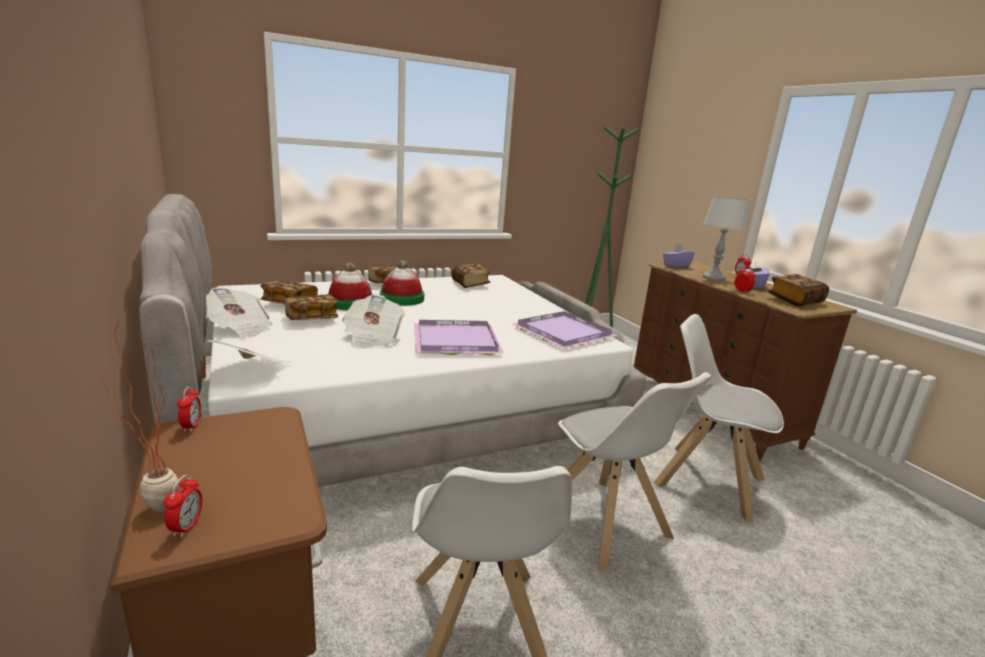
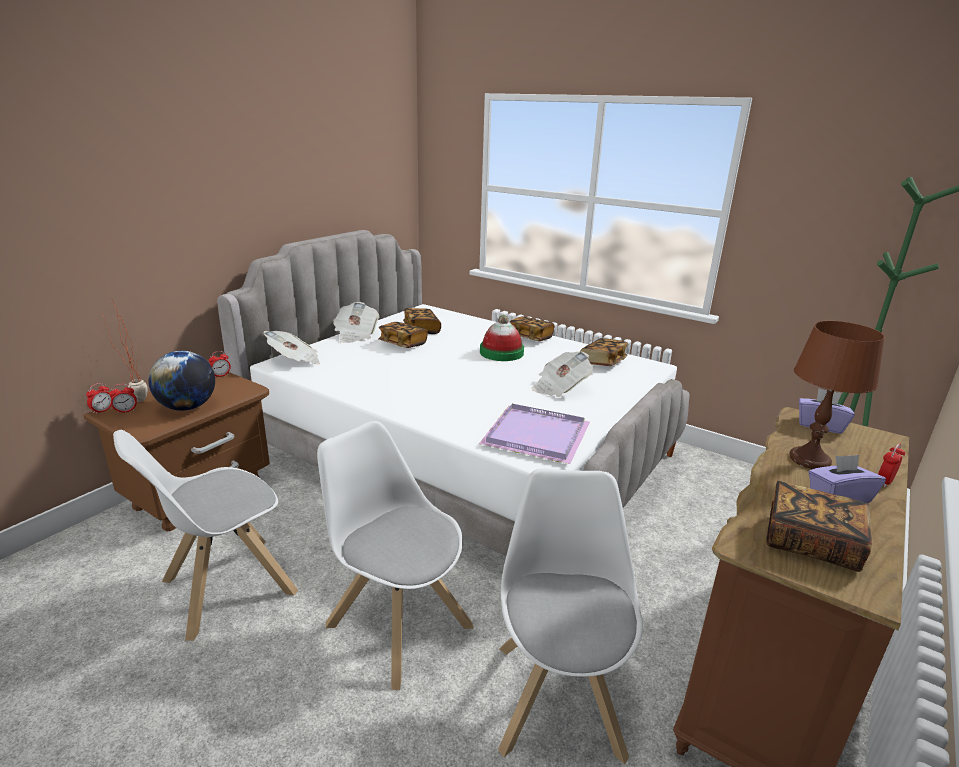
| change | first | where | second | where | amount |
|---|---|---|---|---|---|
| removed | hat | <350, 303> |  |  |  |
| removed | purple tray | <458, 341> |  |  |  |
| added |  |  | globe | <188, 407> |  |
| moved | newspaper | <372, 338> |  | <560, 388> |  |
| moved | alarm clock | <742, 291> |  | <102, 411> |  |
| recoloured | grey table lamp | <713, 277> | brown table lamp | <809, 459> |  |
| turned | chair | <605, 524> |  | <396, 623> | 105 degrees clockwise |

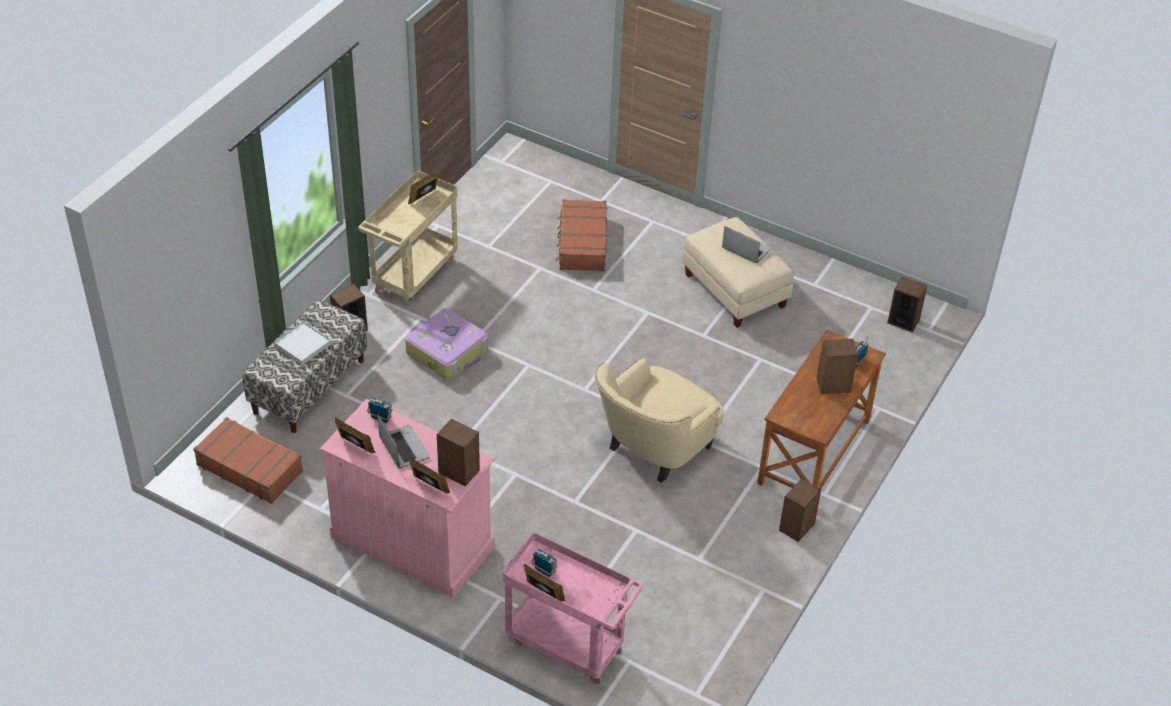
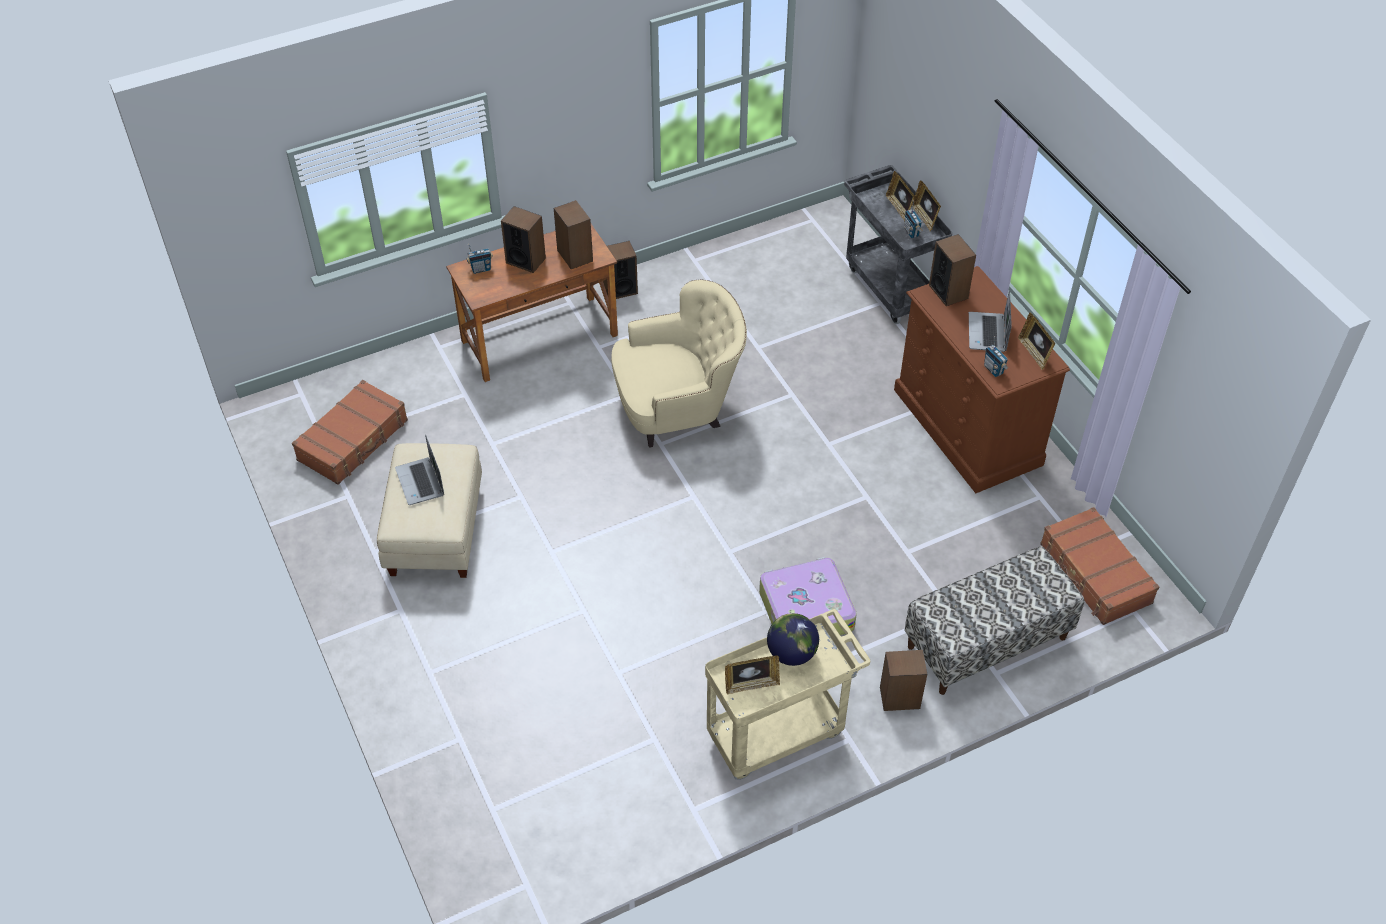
| change | first | where | second | where | amount |
|---|---|---|---|---|---|
| removed | white tray | <302, 345> |  |  |  |
| added |  |  | globe | <791, 653> |  |
| moved | picture frame | <429, 487> |  | <899, 208> |  |
| moved | brown suitcase | <582, 243> |  | <354, 440> |  |
| moved | speaker | <903, 321> |  | <574, 256> |  |
| recoloured | pink dresser | <412, 541> | brown dresser | <967, 427> |  |
| recoloured | pink cart | <569, 649> | grey cart | <887, 287> |  |

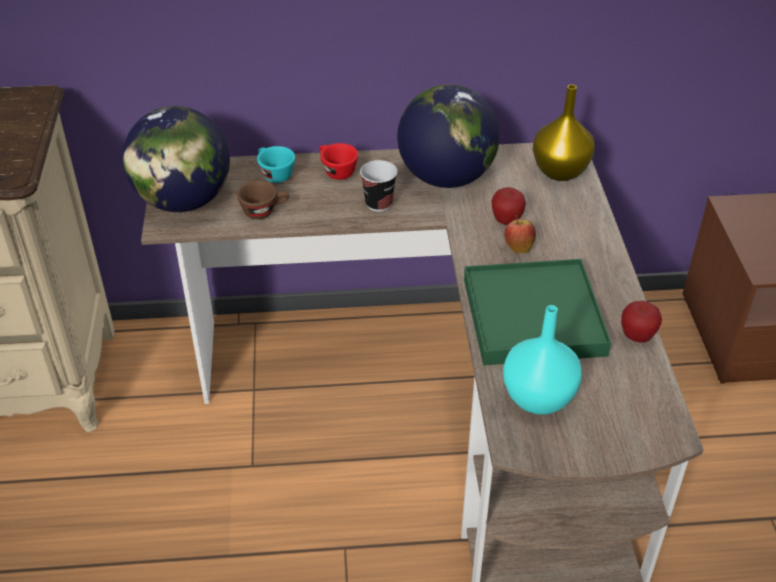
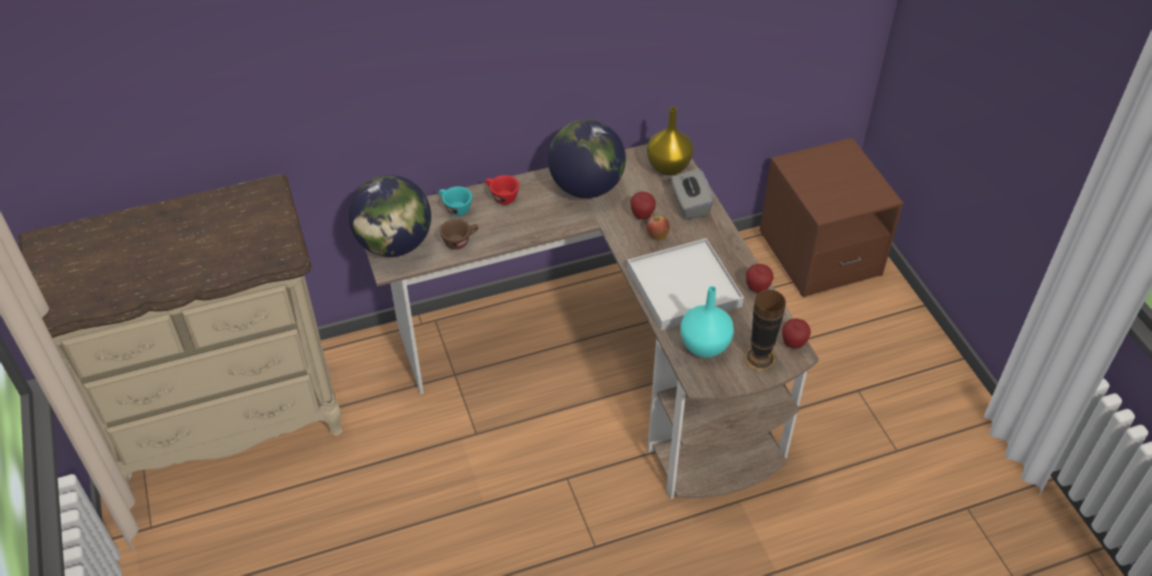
| change | first | where | second | where | amount |
|---|---|---|---|---|---|
| removed | cup | <379, 203> |  |  |  |
| added |  |  | grey tissue box | <690, 205> |  |
| added |  |  | vase | <759, 358> |  |
| added |  |  | apple | <793, 344> |  |
| recoloured | green tray | <533, 317> | white tray | <684, 287> |  |

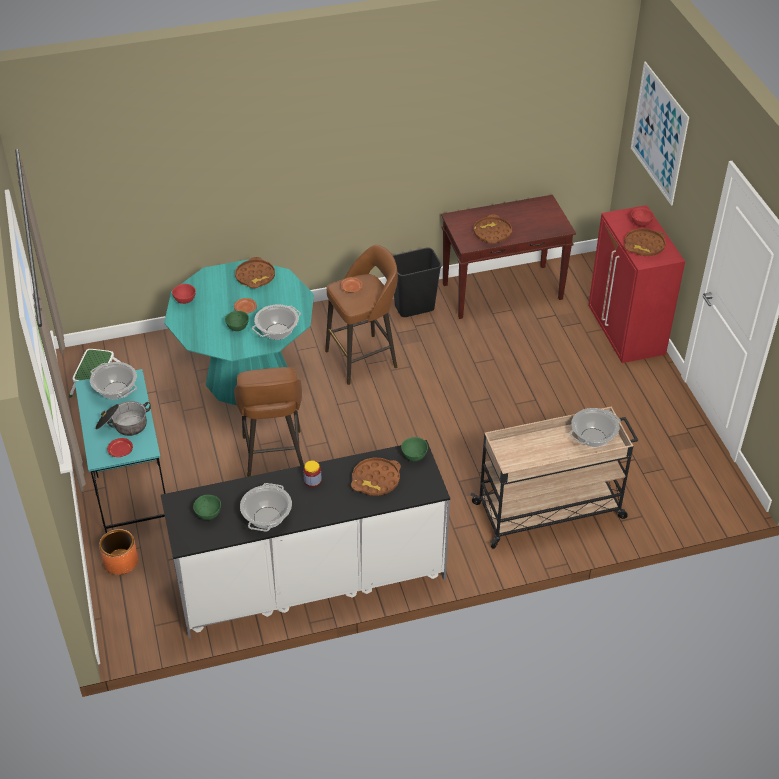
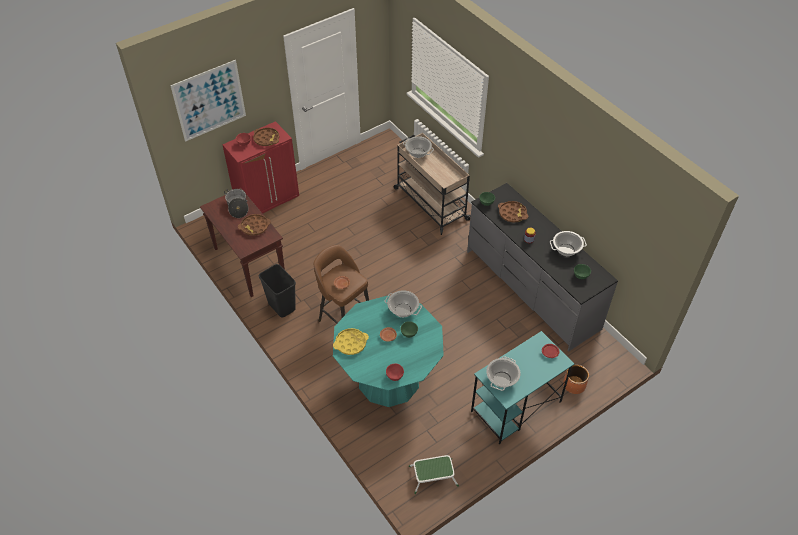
| change | first | where | second | where | amount |
|---|---|---|---|---|---|
| removed | brown stool | <274, 457> |  |  |  |
| moved | cooking pot | <123, 425> |  | <237, 207> |  |
| recoloured | brown tray | <255, 276> | yellow tray | <350, 343> |  |

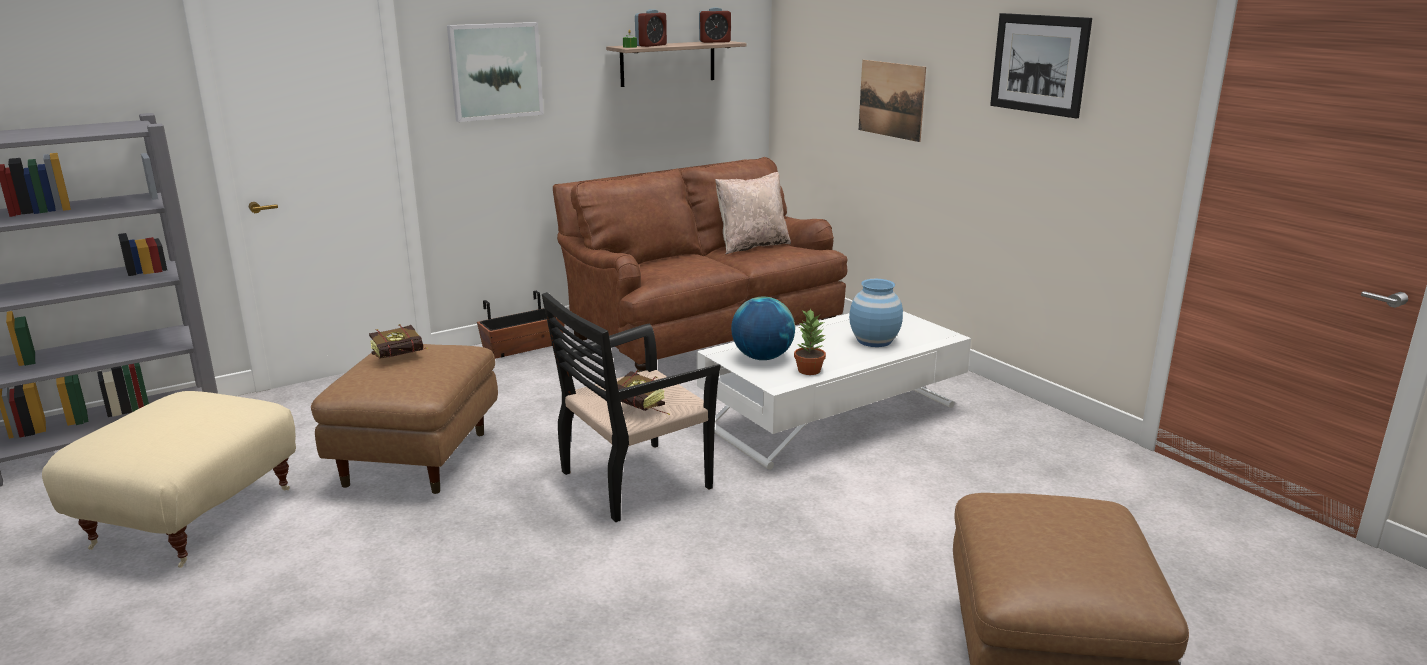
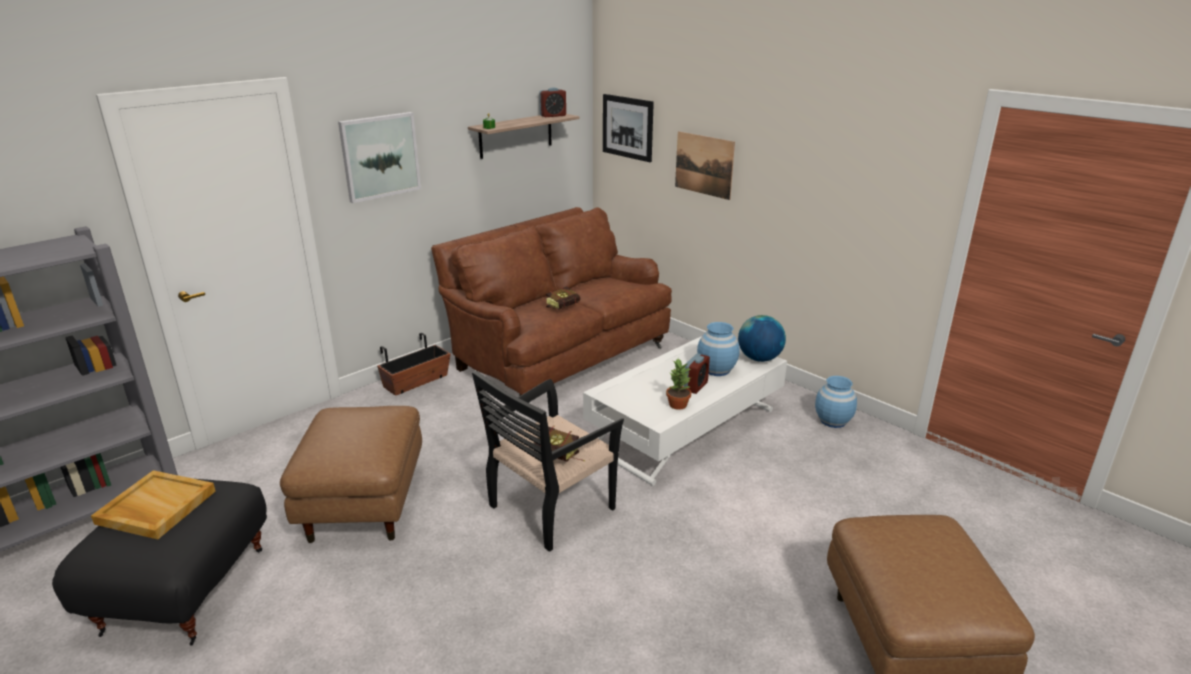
| change | first | where | second | where | amount |
|---|---|---|---|---|---|
| removed | beige pillow | <752, 246> |  |  |  |
| added |  |  | beige tray | <155, 507> |  |
| added |  |  | blue vase | <832, 421> |  |
| moved | book | <403, 356> |  | <565, 307> |  |
| moved | alarm clock | <651, 45> |  | <695, 386> |  |
| moved | globe | <762, 357> |  | <759, 358> |  |
| moved | picture | <1039, 64> |  | <627, 127> |  |
| recoloured | beige ottoman | <191, 517> | black ottoman | <183, 590> |  |

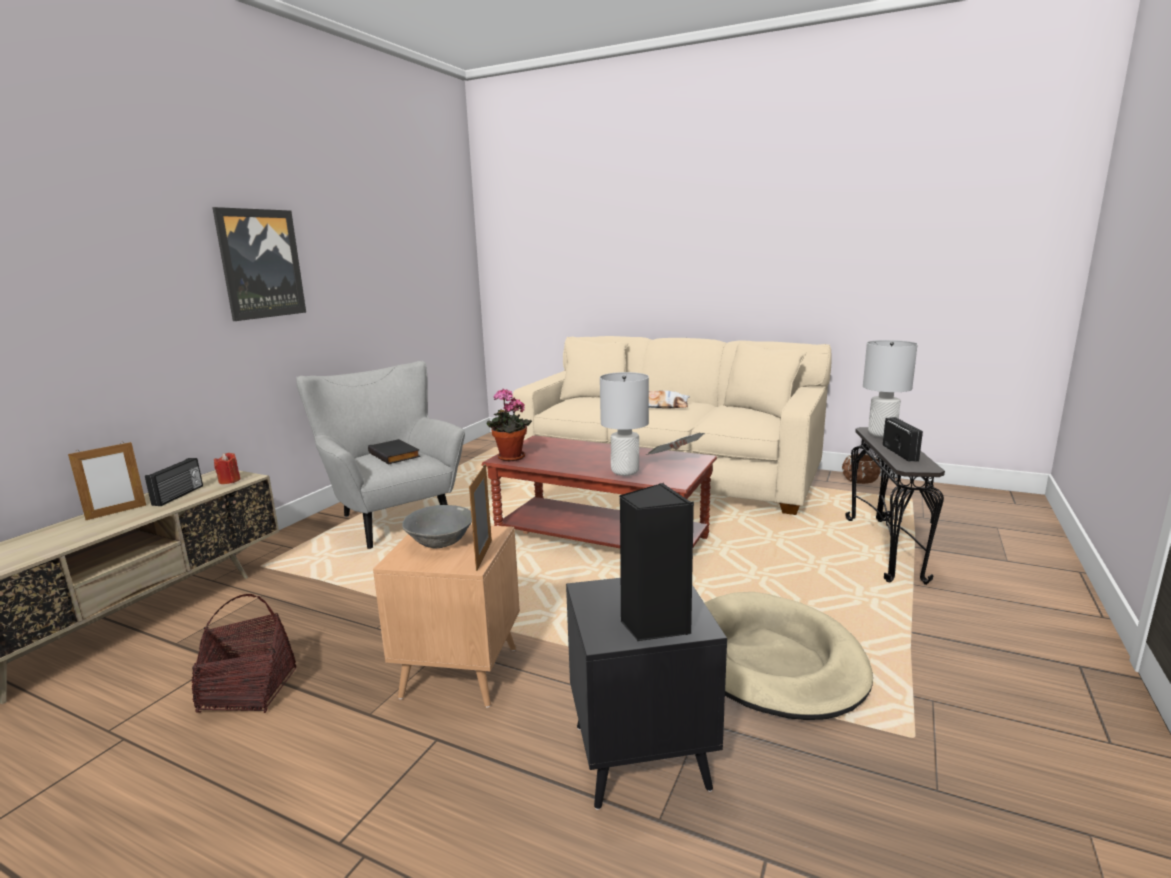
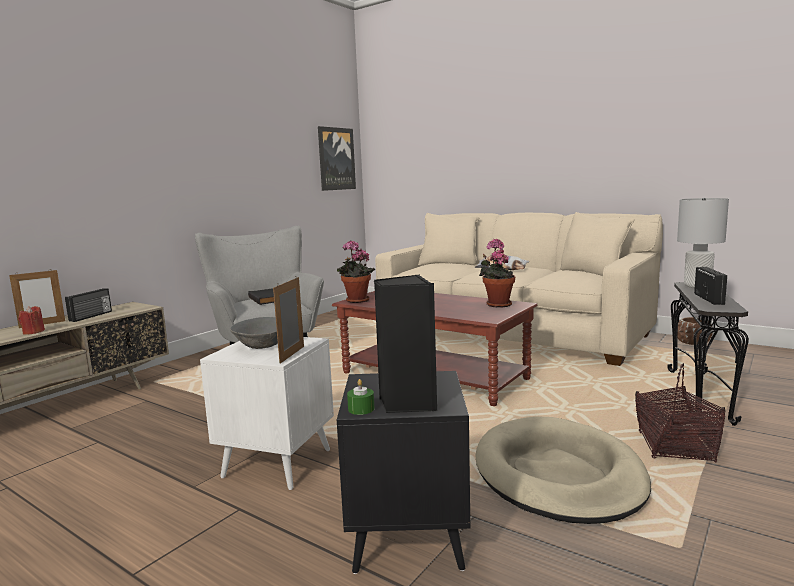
| change | first | where | second | where | amount |
|---|---|---|---|---|---|
| removed | grey table lamp | <625, 473> |  |  |  |
| added |  |  | green candle | <361, 409> |  |
| moved | basket | <248, 691> |  | <675, 447> |  |
| moved | picture | <260, 264> |  | <336, 159> |  |
| moved | red candle | <229, 481> |  | <33, 332> |  |
| replaced | newspaper | <674, 459> | potted plant | <497, 304> |  |
| recoloured | brown side table | <460, 672> | white side table | <277, 463> |  |

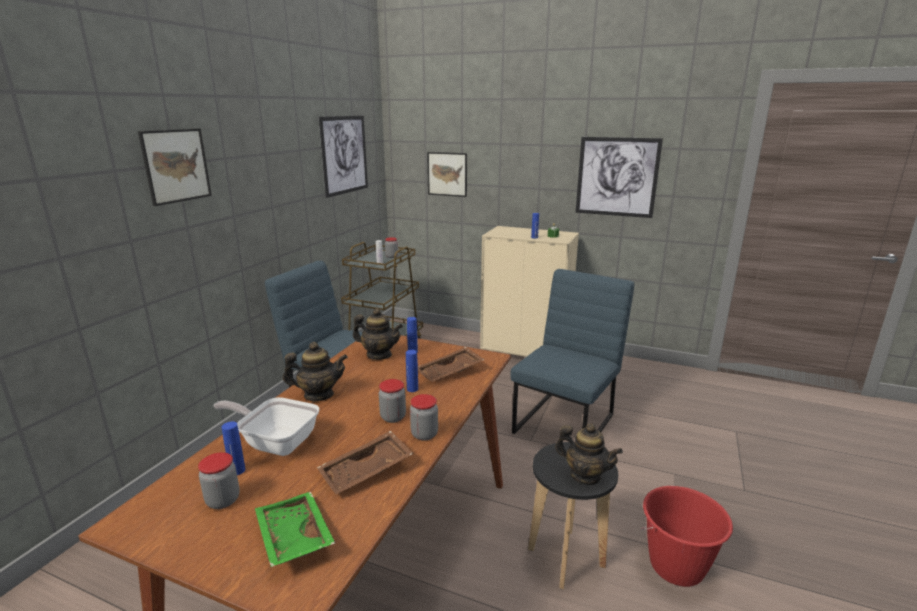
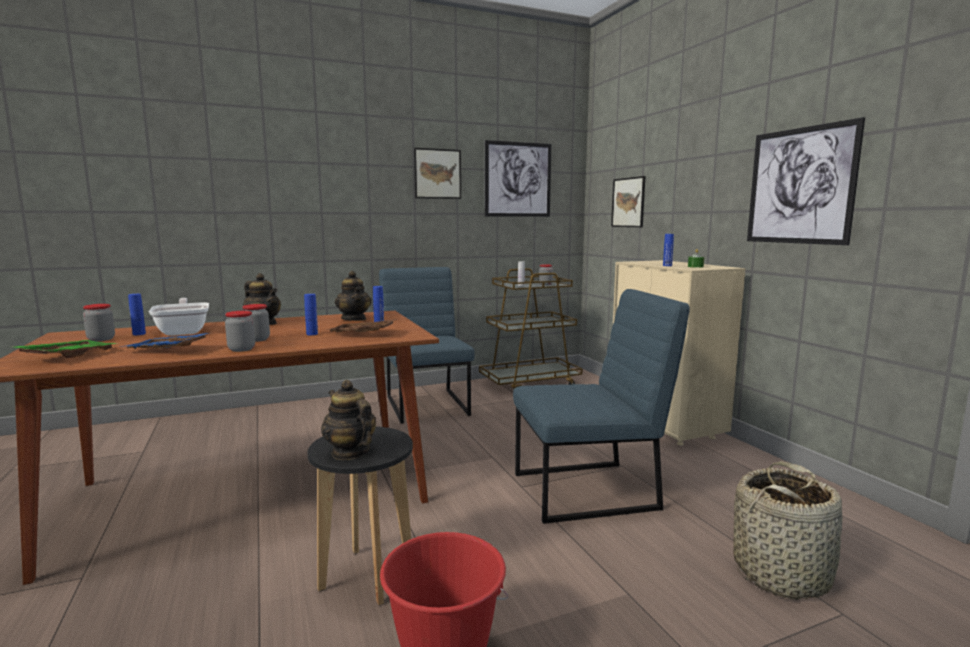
| change | first | where | second | where | amount |
|---|---|---|---|---|---|
| added |  |  | basket | <782, 573> |  |
| moved | picture | <176, 165> |  | <437, 174> |  |
| recoloured | brown tray | <367, 472> | blue tray | <166, 350> |  |
| turned | teapot | <585, 476> |  | <350, 452> | 150 degrees clockwise |

